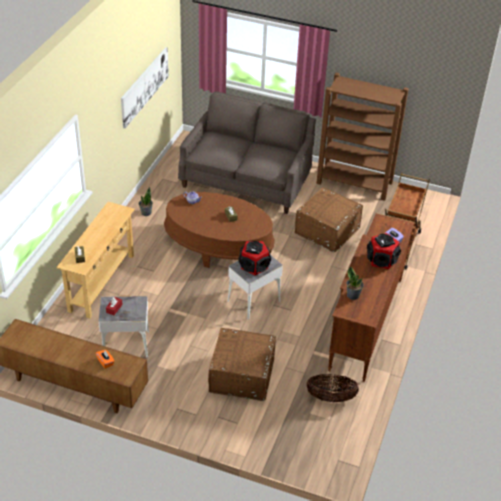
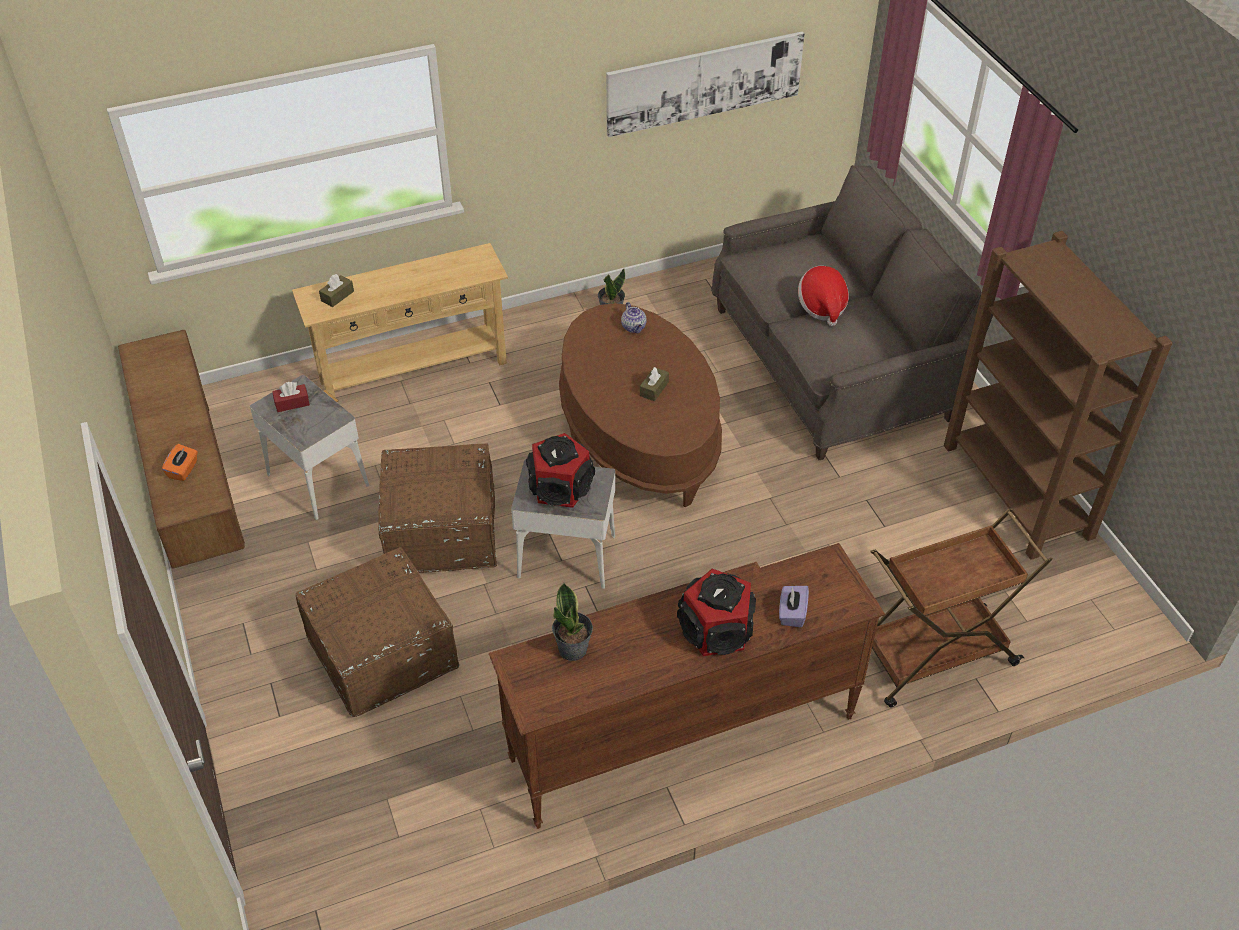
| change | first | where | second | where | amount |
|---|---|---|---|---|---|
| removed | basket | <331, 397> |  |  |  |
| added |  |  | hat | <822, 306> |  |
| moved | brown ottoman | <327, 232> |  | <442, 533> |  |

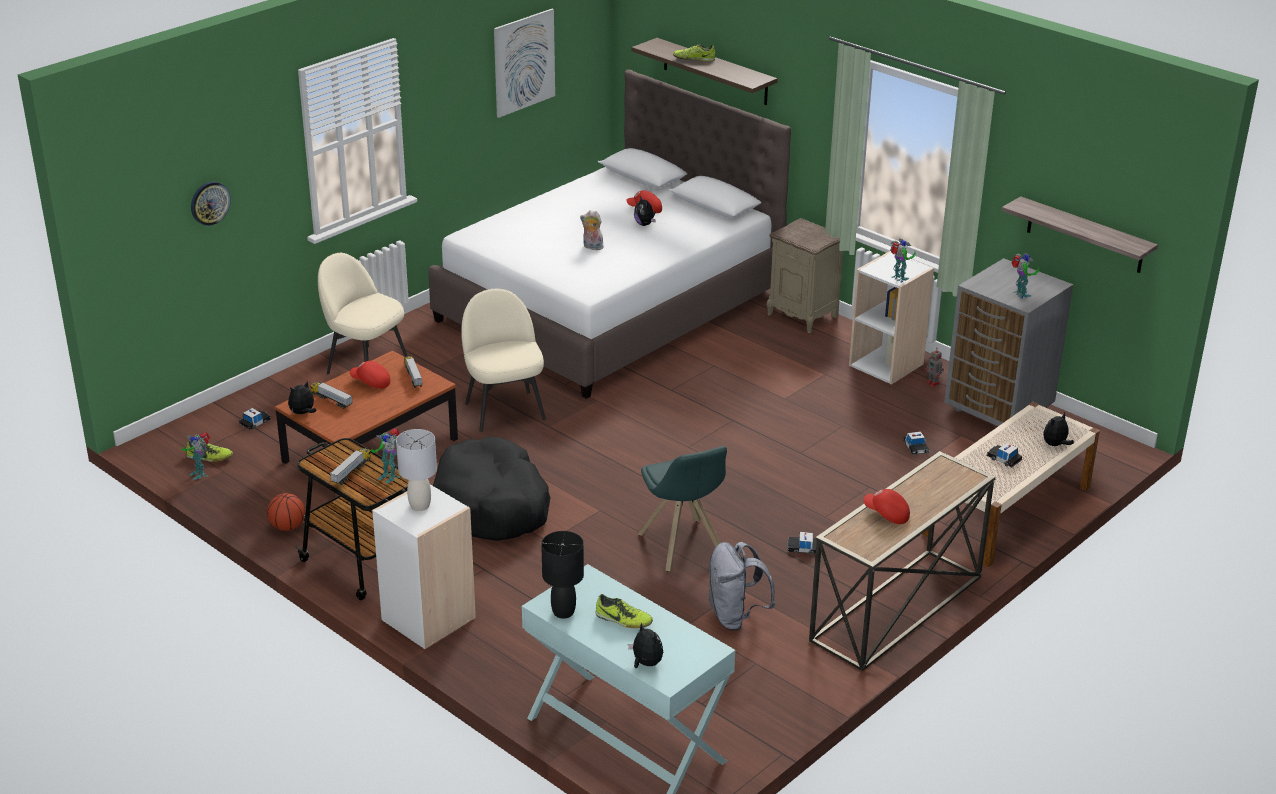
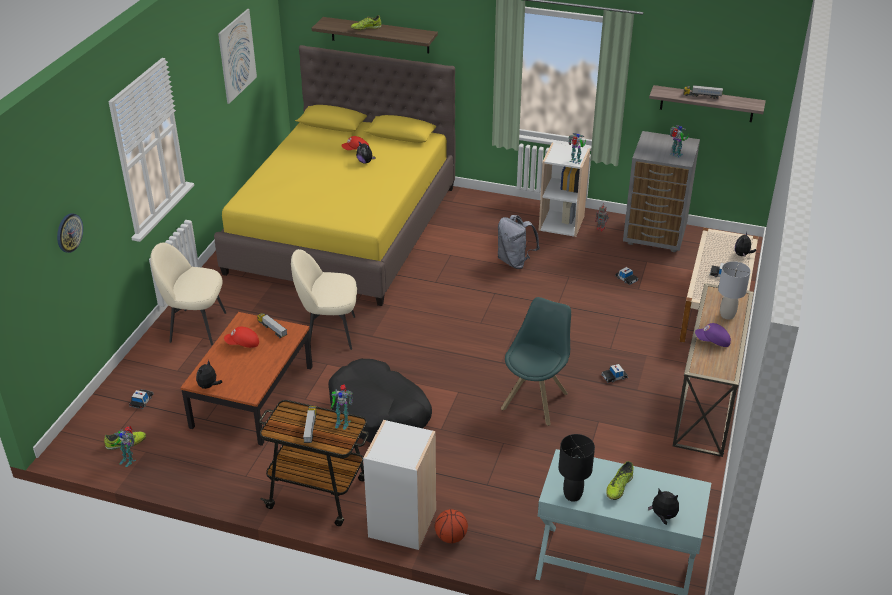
| change | first | where | second | where | amount |
|---|---|---|---|---|---|
| removed | plush toy | <592, 247> |  |  |  |
| removed | beige nightstand | <802, 316> |  |  |  |
| moved | basketball | <288, 527> |  | <451, 537> |  |
| moved | toy truck | <331, 400> |  | <702, 96> |  |
| moved | grey table lamp | <420, 506> |  | <727, 315> |  |
| moved | grey backpack | <736, 617> |  | <515, 262> |  |
| recoloured | white bed | <610, 307> | yellow bed | <344, 229> |  |
| recoloured | red cap | <886, 514> | purple cap | <712, 341> |  |
| turned | beige chair | <504, 410> |  | <329, 332> | 45 degrees counterclockwise |
| turned | shoe | <623, 620> |  | <619, 487> | 120 degrees clockwise |
| turned | turquoise chair | <682, 545> |  | <535, 401> | 105 degrees counterclockwise |

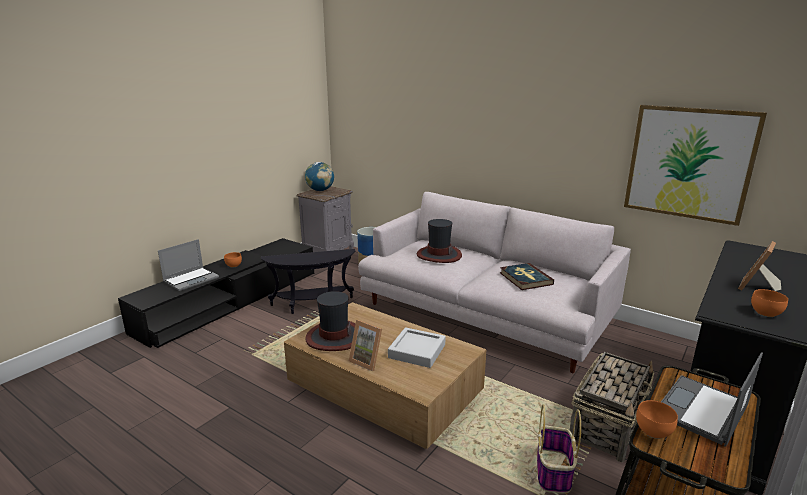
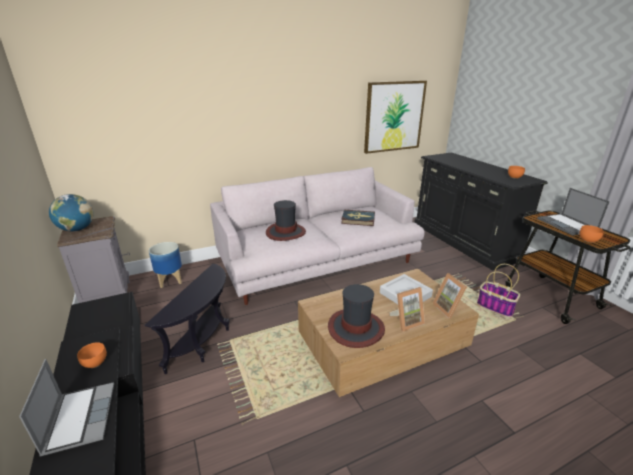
| change | first | where | second | where | amount |
|---|---|---|---|---|---|
| removed | basket | <608, 425> |  |  |  |
| moved | picture frame | <756, 287> |  | <448, 309> |  |

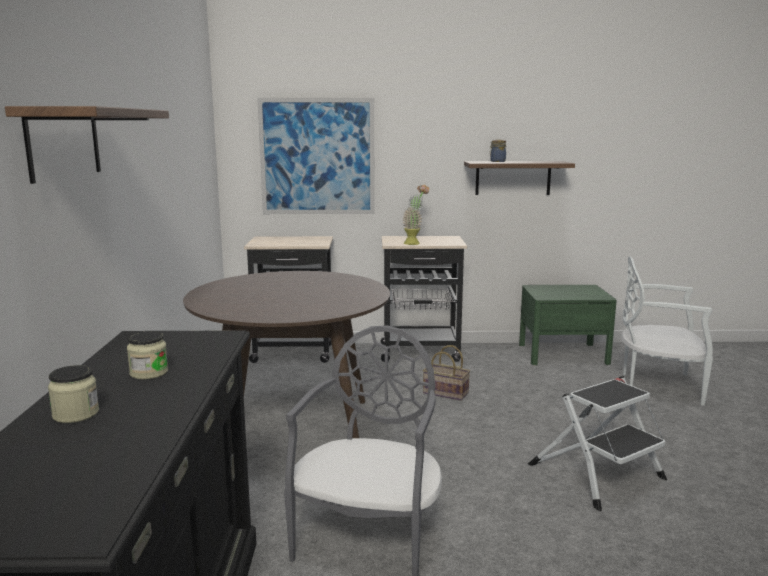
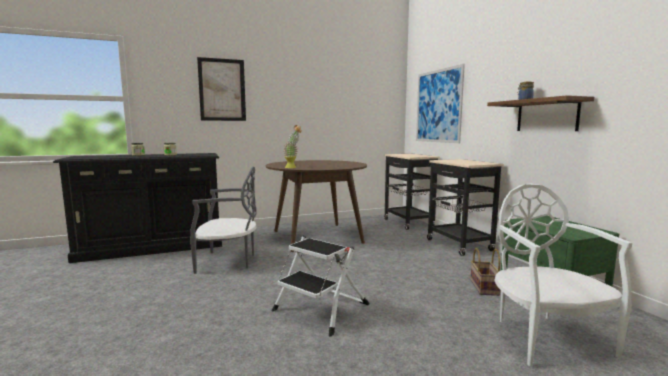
| change | first | where | second | where | amount |
|---|---|---|---|---|---|
| moved | potted plant | <415, 243> |  | <293, 167> |  |
| moved | basket | <444, 393> |  | <483, 287> |  |
| replaced | shelf | <64, 143> | picture | <222, 90> |  |

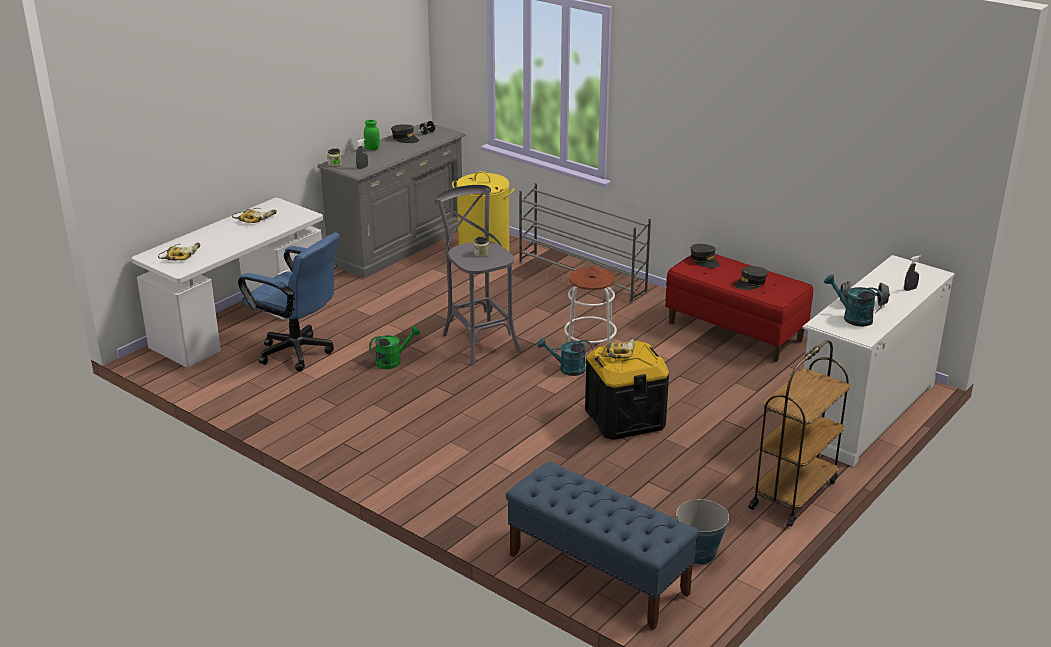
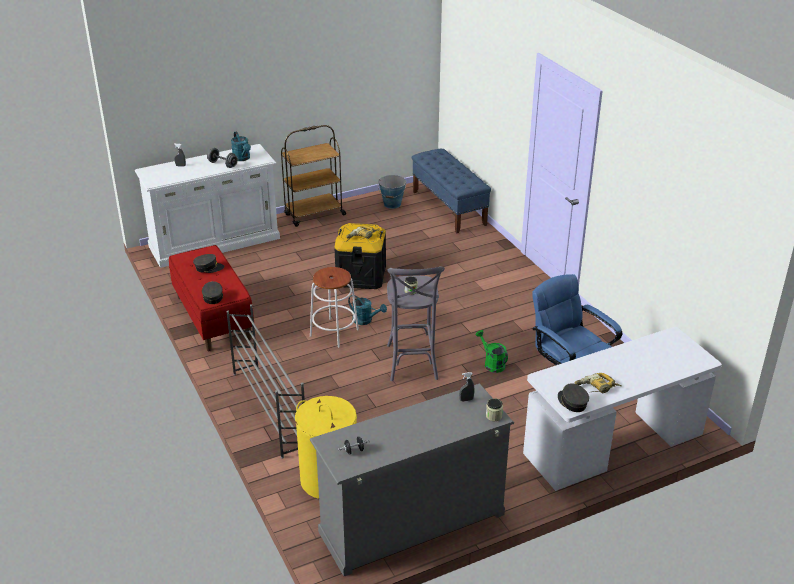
| change | first | where | second | where | amount |
|---|---|---|---|---|---|
| removed | power drill | <181, 255> |  |  |  |
| removed | green jar | <372, 149> |  |  |  |
| moved | grey cap | <405, 139> |  | <572, 402> |  |
| turned | green watering can | <393, 361> |  | <491, 363> | 60 degrees clockwise |

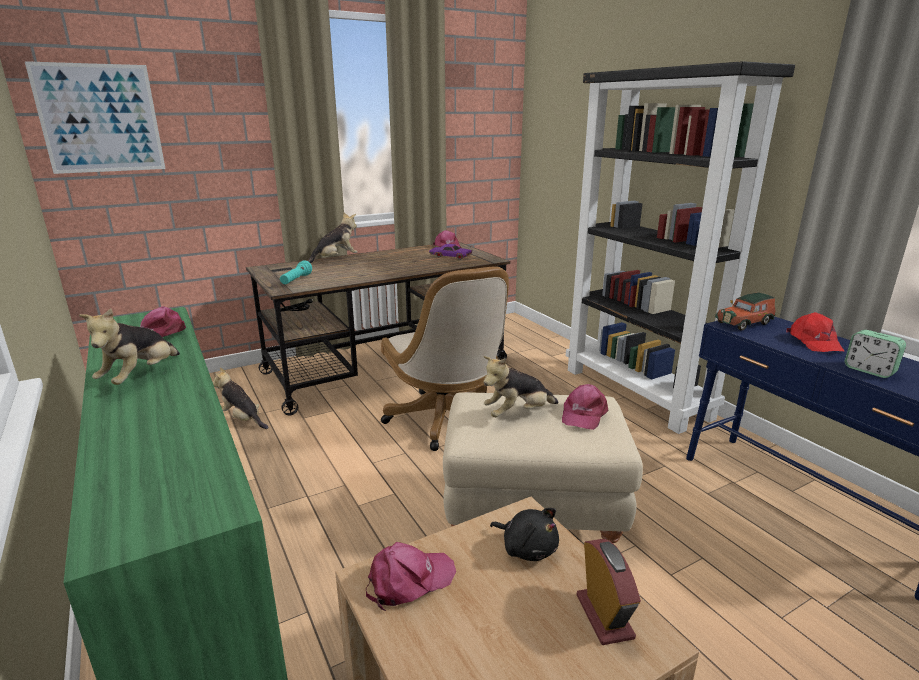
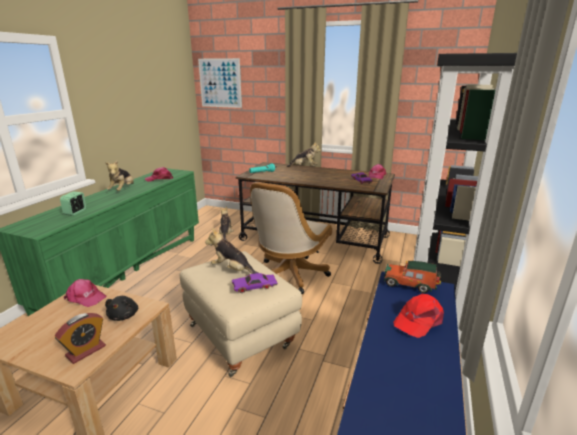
| change | first | where | second | where | amount |
|---|---|---|---|---|---|
| moved | alarm clock | <869, 370> |  | <75, 212> |  |
| replaced | pink cap | <583, 414> | purple toy car | <254, 287> |  |
| turned | plush toy | <140, 377> |  | <122, 190> | 60 degrees counterclockwise |

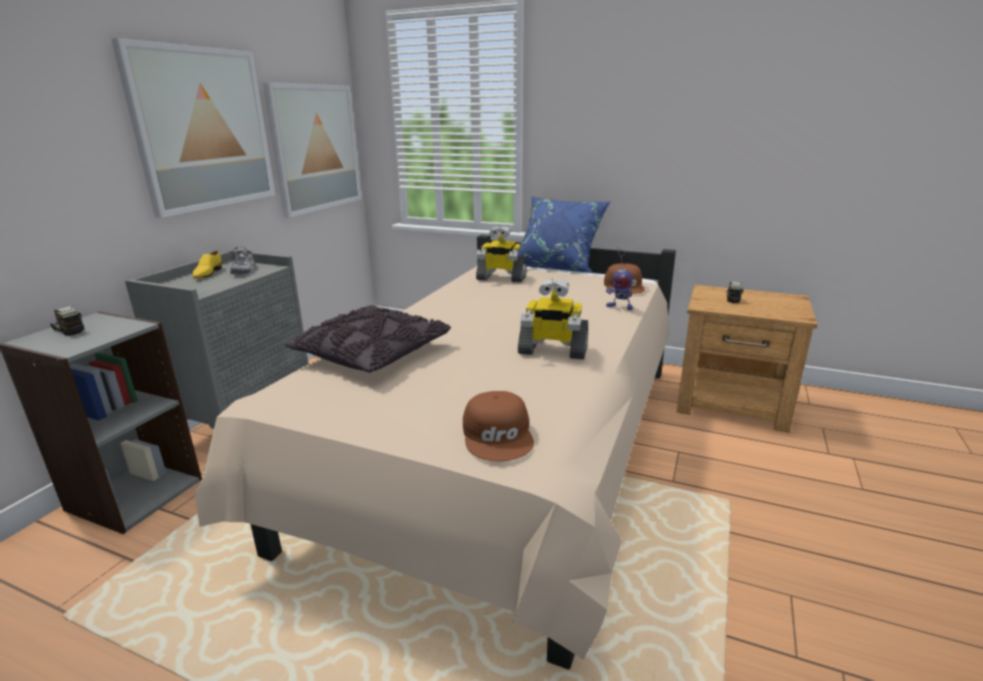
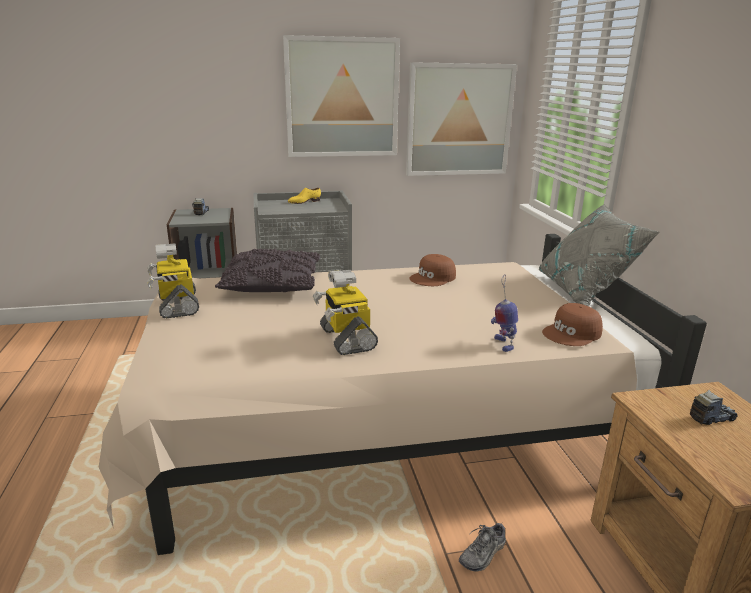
| change | first | where | second | where | amount |
|---|---|---|---|---|---|
| moved | shoe | <244, 270> |  | <483, 554> |  |
| moved | brown cap | <499, 435> |  | <433, 278> |  |
| moved | toy robot | <501, 278> |  | <177, 305> |  |
| recoloured | blue pillow | <558, 267> | grey pillow | <584, 291> |  |

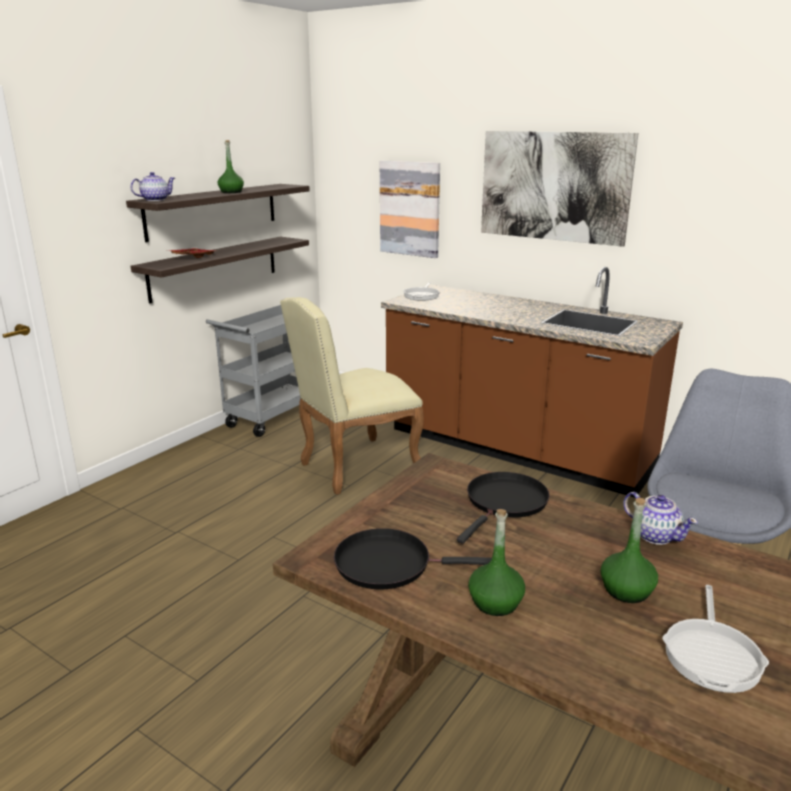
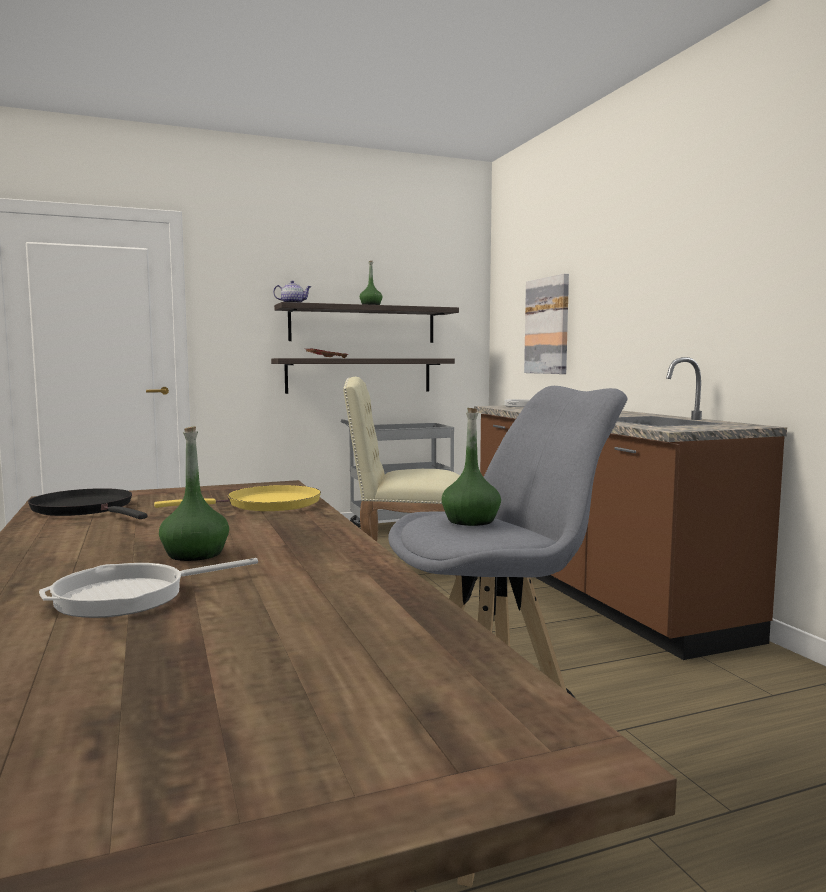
| change | first | where | second | where | amount |
|---|---|---|---|---|---|
| removed | picture | <554, 186> |  |  |  |
| removed | teapot | <655, 535> |  |  |  |
| moved | green bottle | <495, 602> |  | <470, 521> |  |
| recoloured | black frying pan | <505, 503> | yellow frying pan | <267, 505> |  |

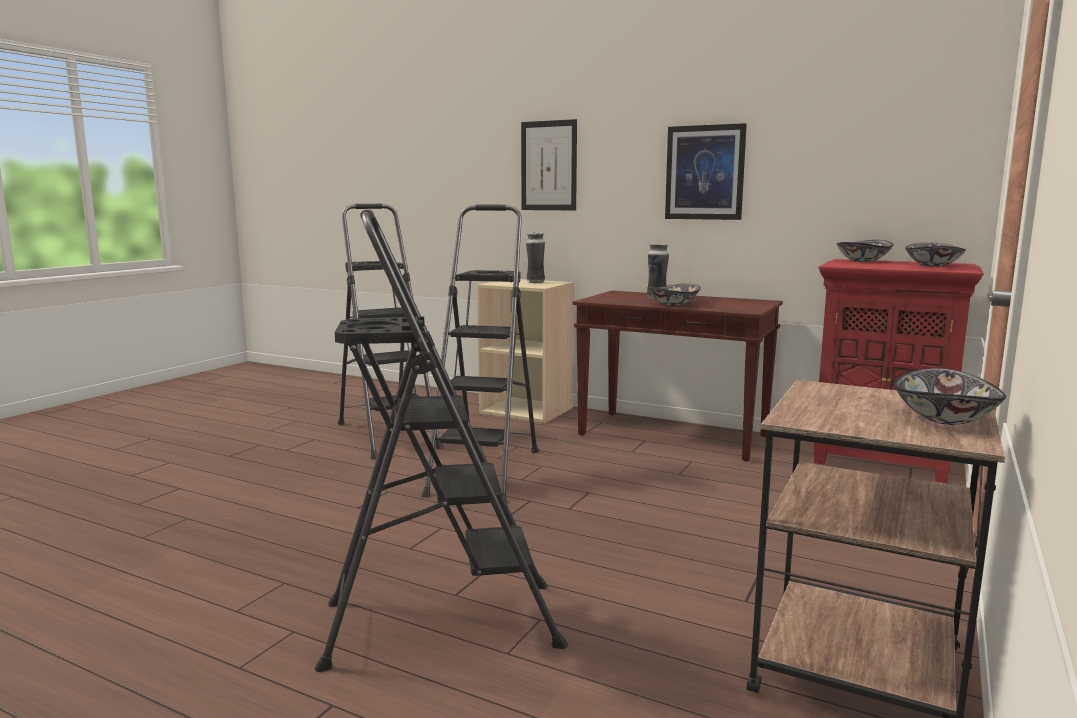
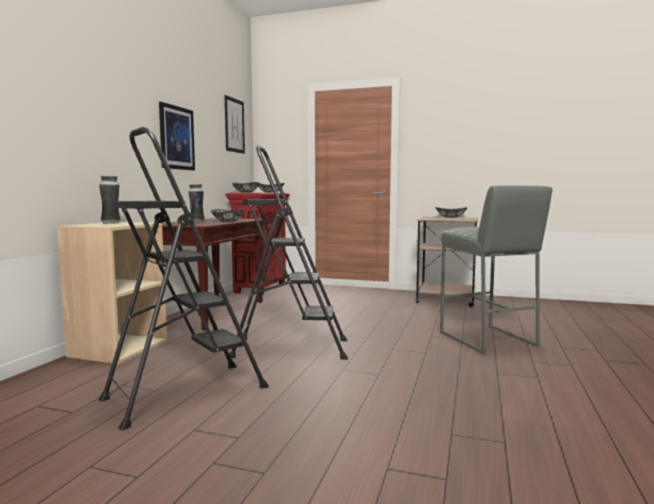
| change | first | where | second | where | amount |
|---|---|---|---|---|---|
| moved | picture | <548, 166> |  | <234, 125> |  |
| replaced | step ladder | <438, 623> | grey stool | <488, 339> |  |

